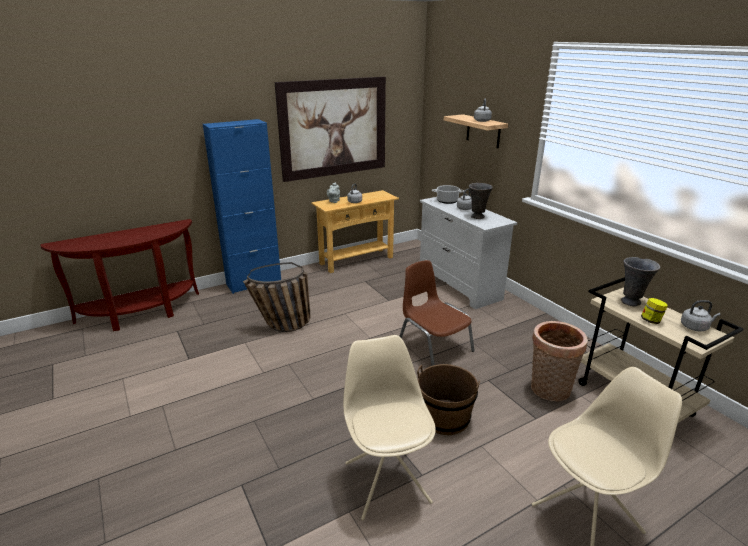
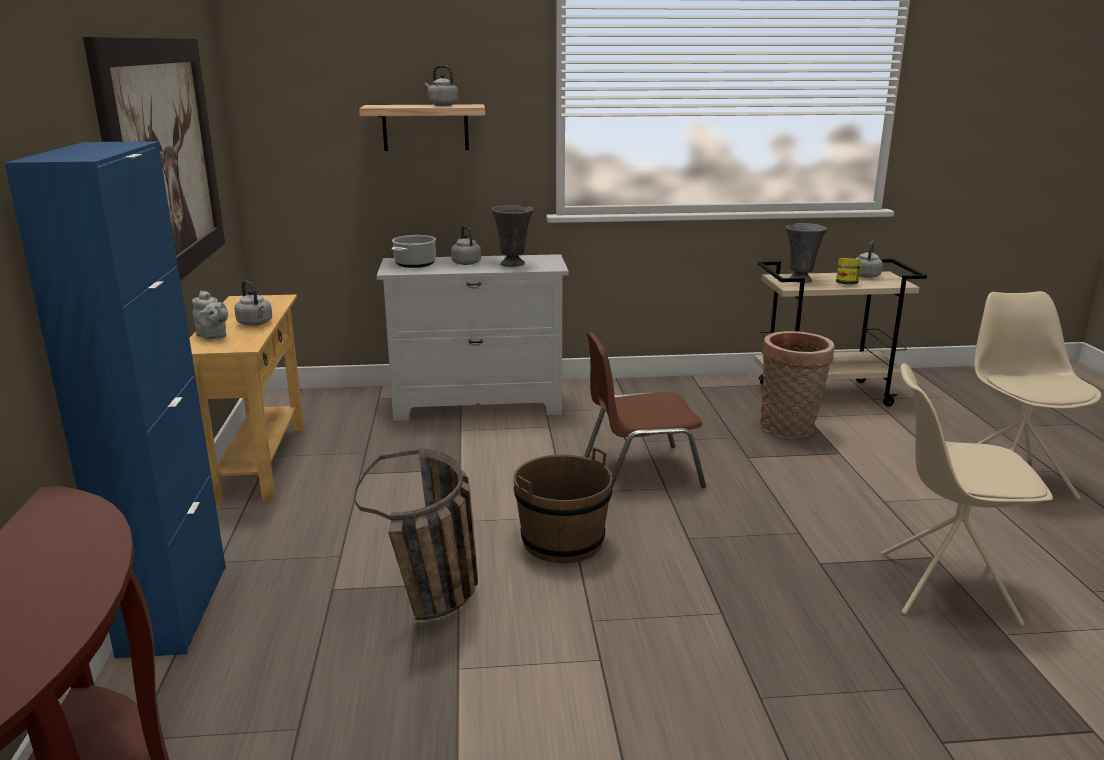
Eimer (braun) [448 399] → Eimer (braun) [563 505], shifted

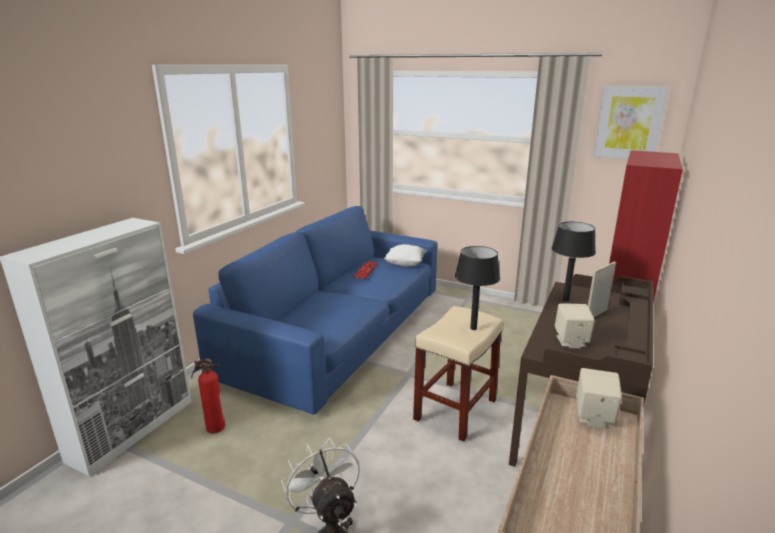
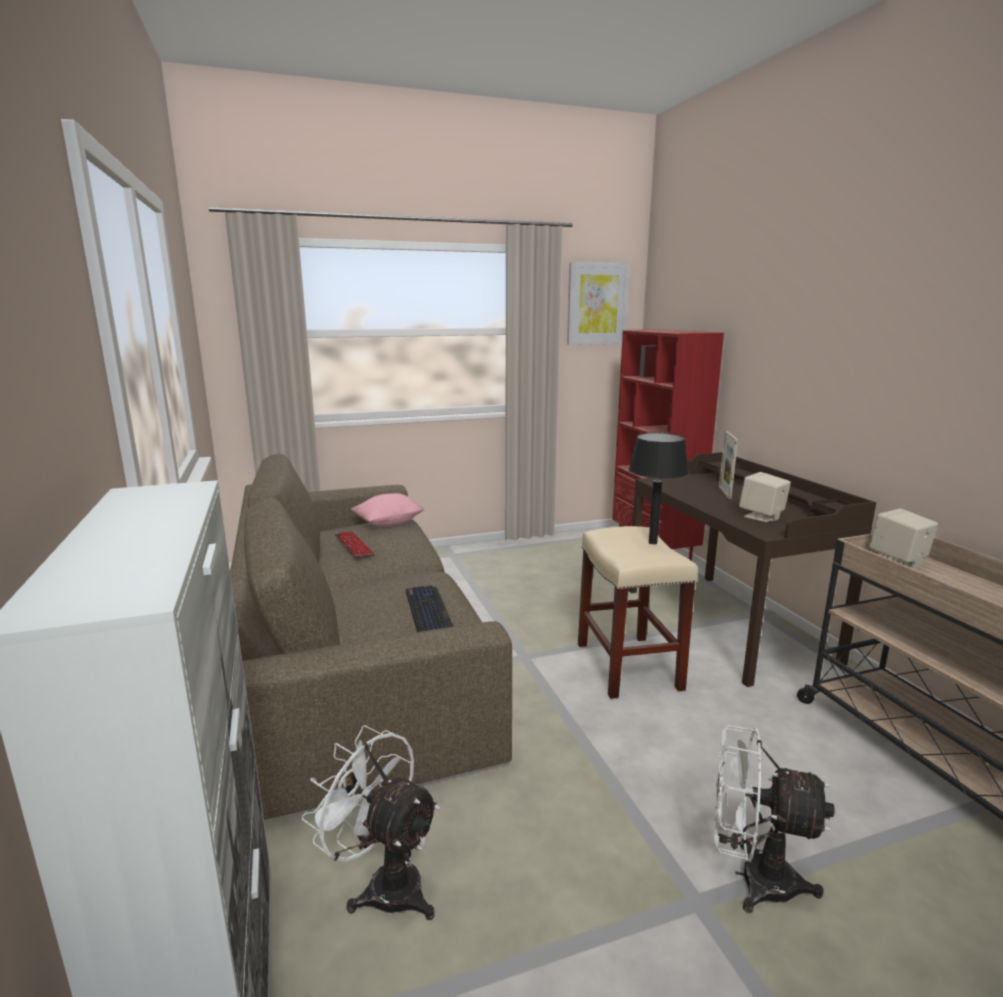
Sofa (blau) [315 310] → Sofa (braun) [371 637]
Feuerlöscher [208 395] → Ventilator (weiß) [371 822]
Kissen (weiß) [406 255] → Kissen (rosa) [387 510]
- → Tastatur [430 608]
Tischlampe (schwarz) [573 262] → -

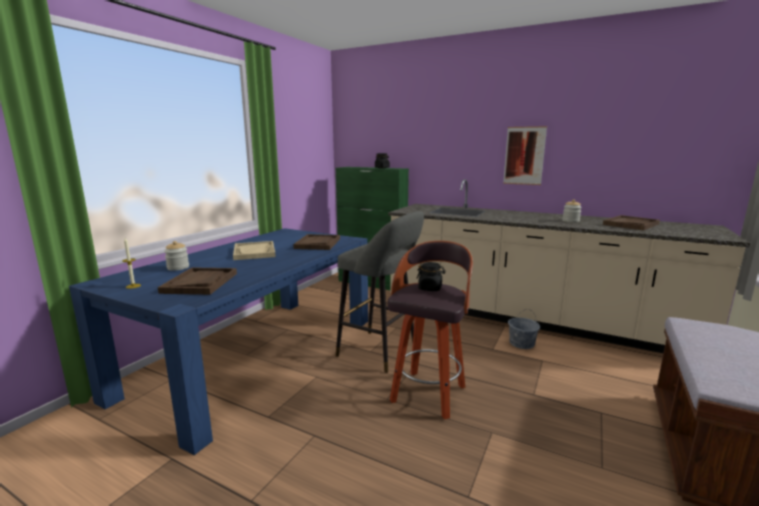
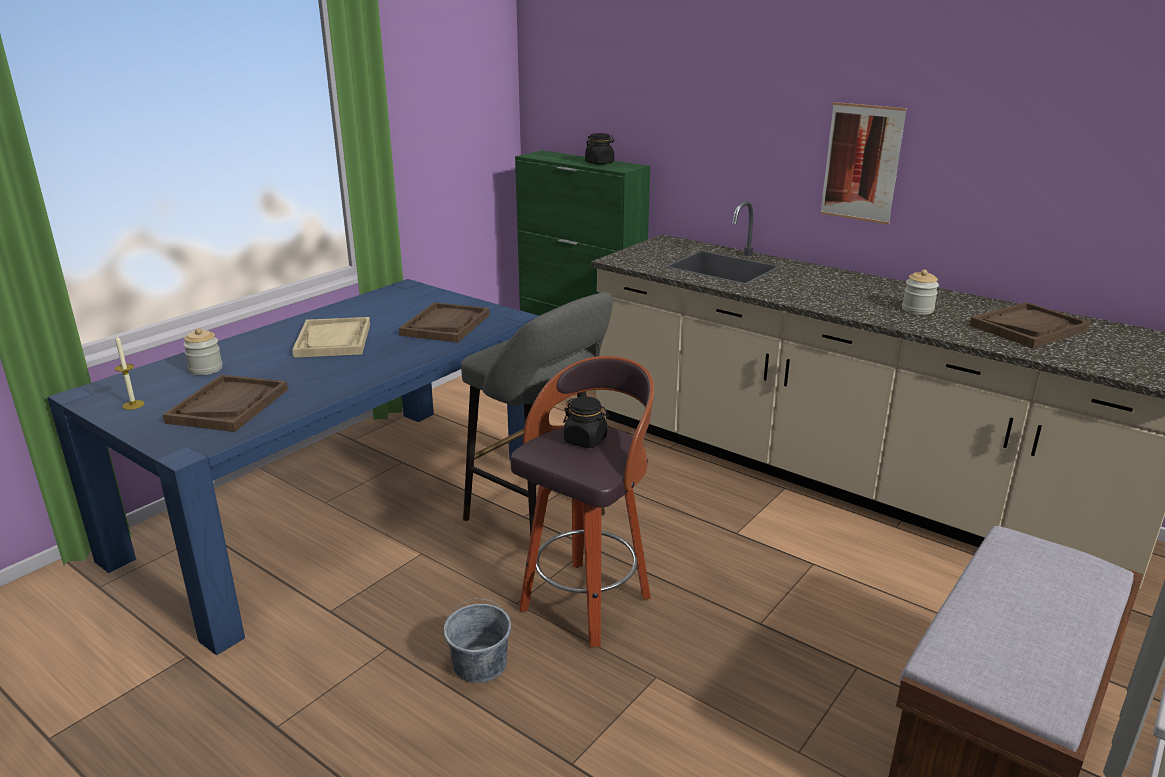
Eimer (grau) [524 329] → Eimer (grau) [477 640], shifted

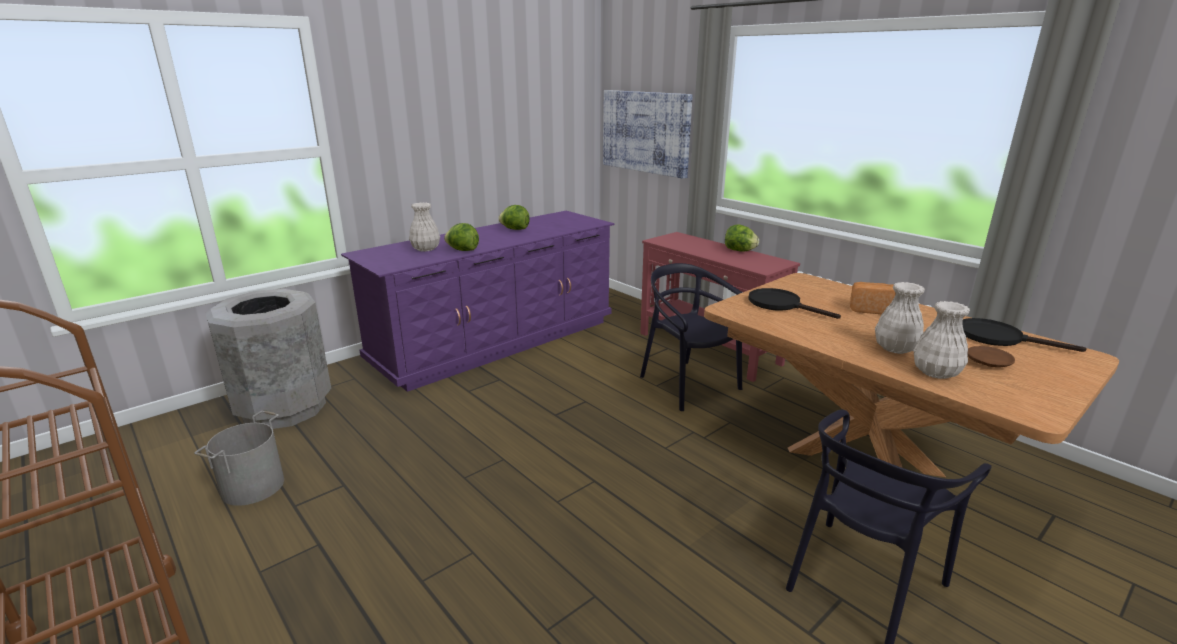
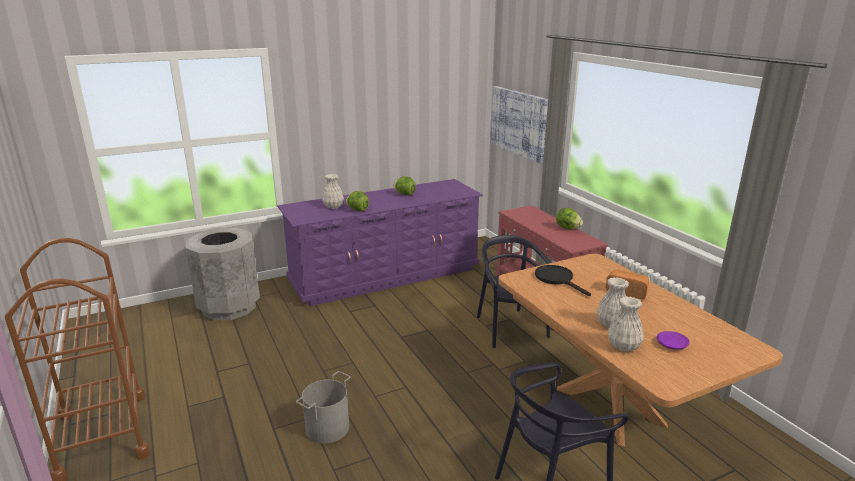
Eimer (grau) [239 458] → Eimer (grau) [323 407], shifted
Teller (braun) [991 357] → Teller (lila) [673 340]
Pfanne (schwarz) [1025 335] → -

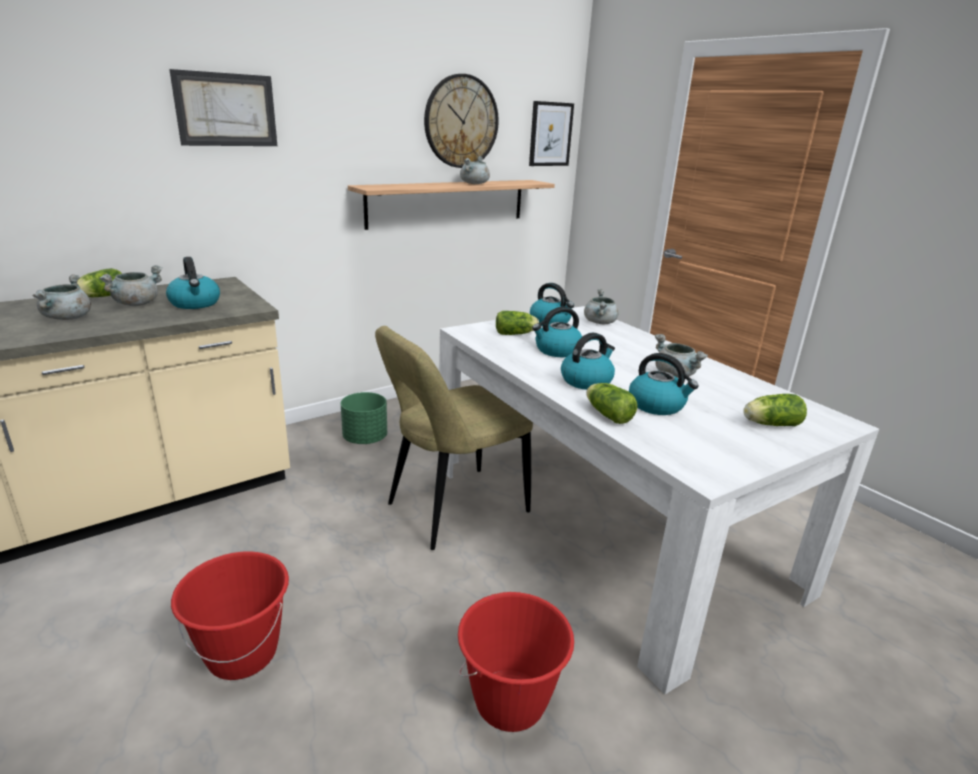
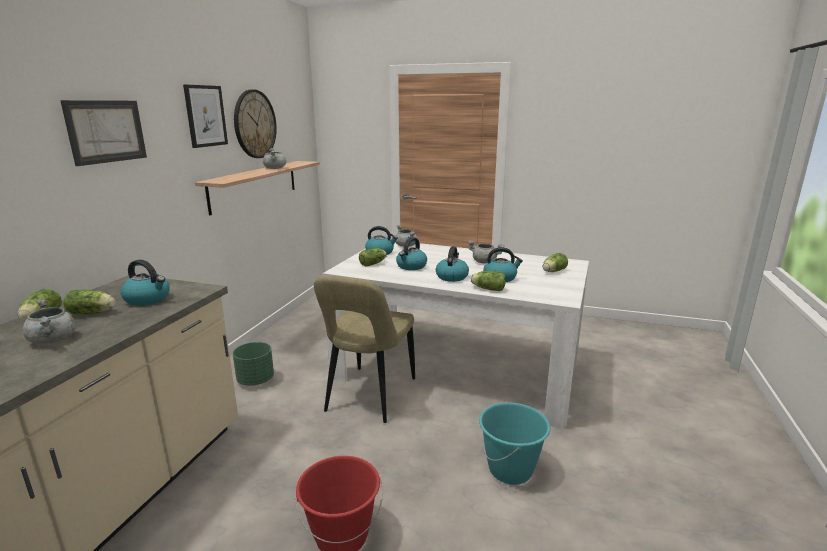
Kochtopf (grau) [131 285] → Salatkopf [89 302]
Bild [551 133] → Bild [205 116], shifted
Eimer (rot) [516 662] → Eimer (türkis) [514 443]

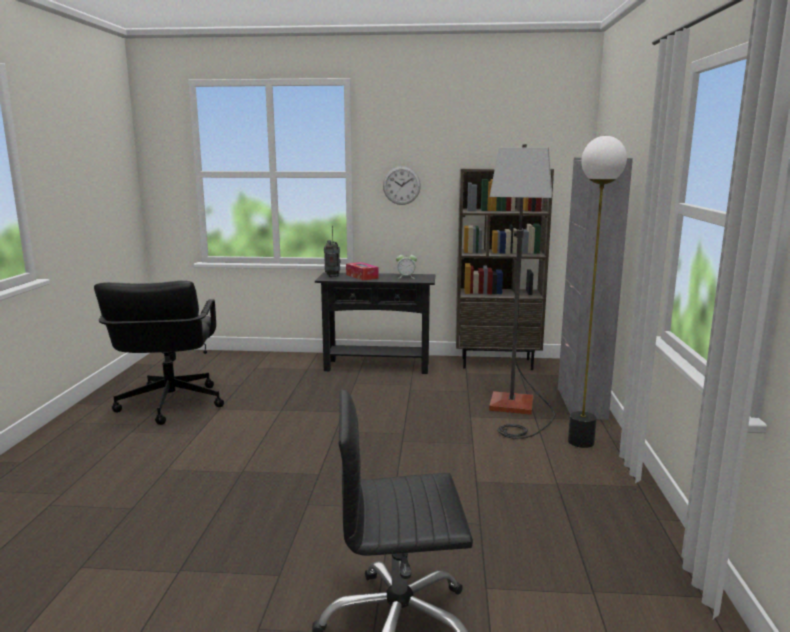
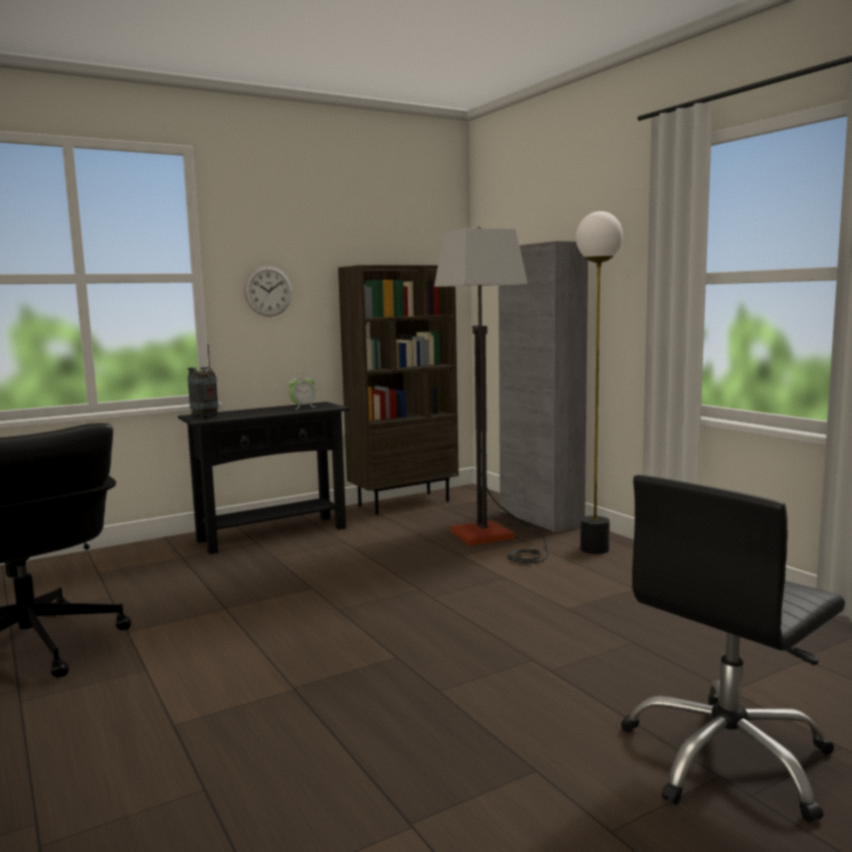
Taschentuchbox [362 271] → -

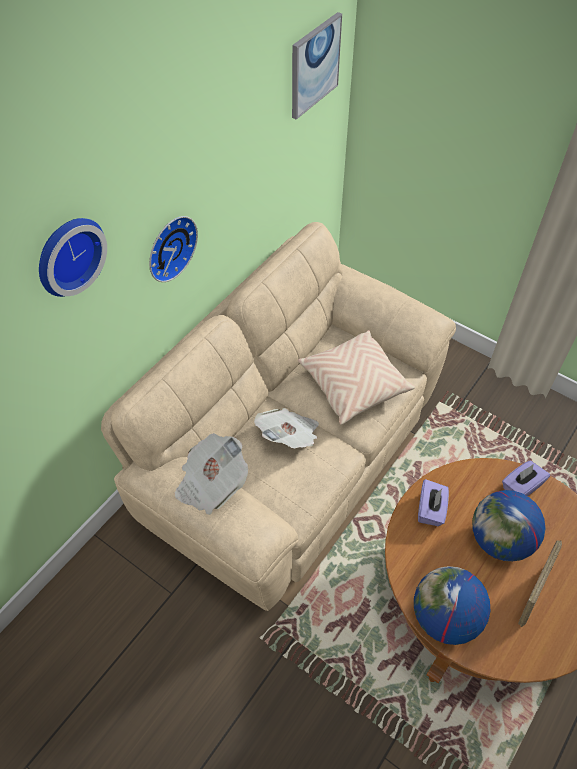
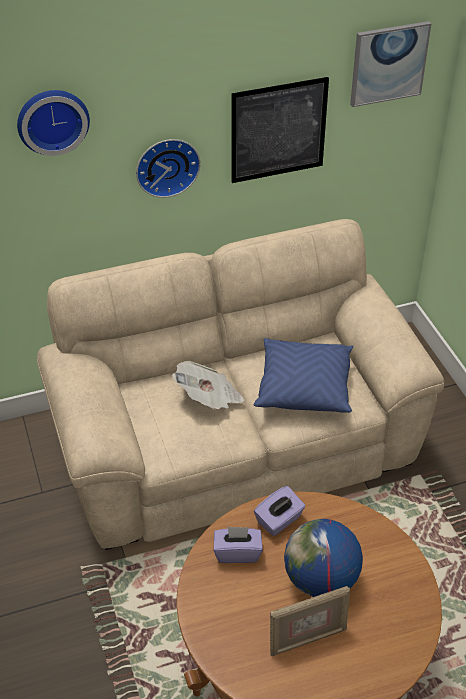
Taschentuchbox (lila) [526 478] → Taschentuchbox (lila) [238 545], shifted
- → Bild [280 130]
Kissen (beige) [356 377] → Kissen (blau) [303 375]
Zeitung [211 474] → -
Globus [452 605] → -

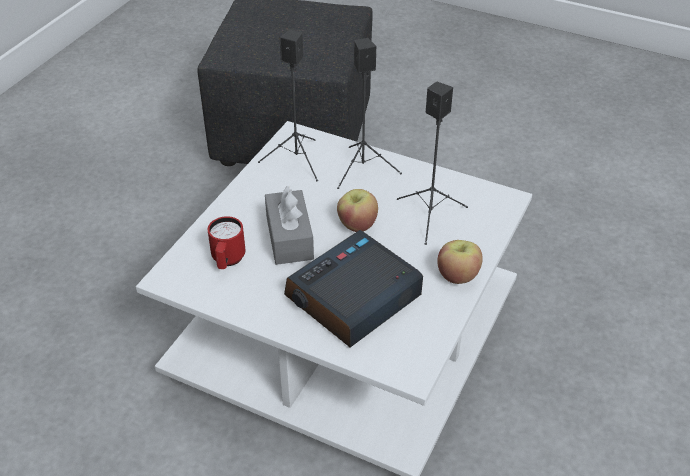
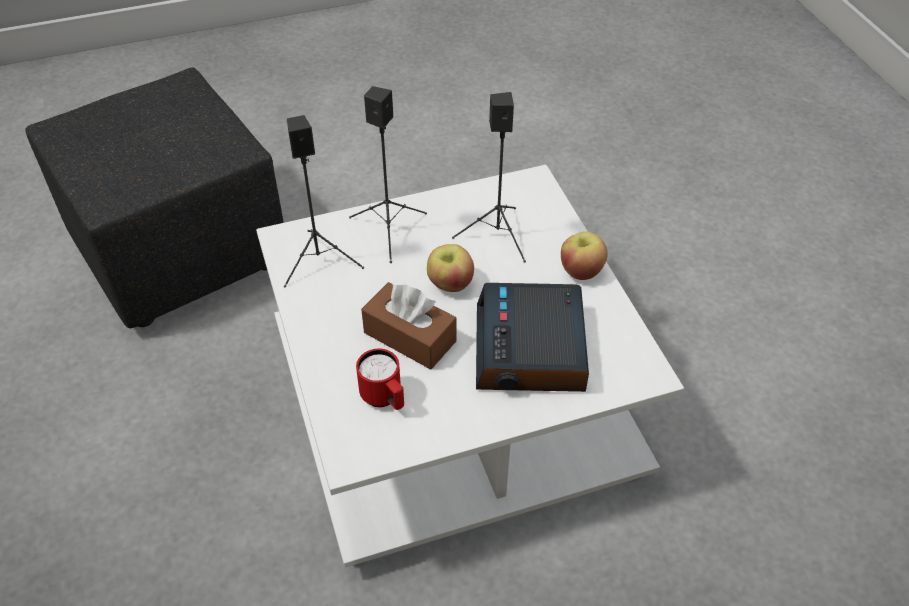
Taschentuchbox (grau) [289 225] → Taschentuchbox (braun) [409 325]

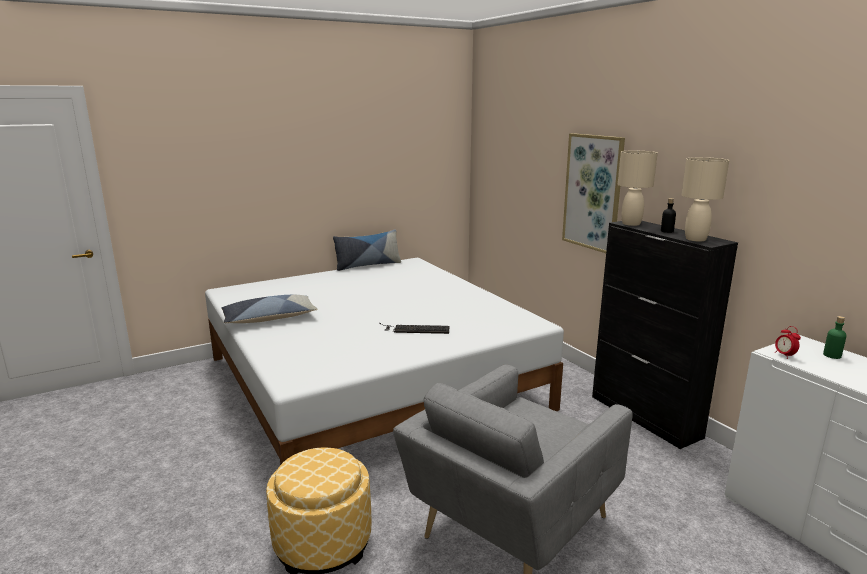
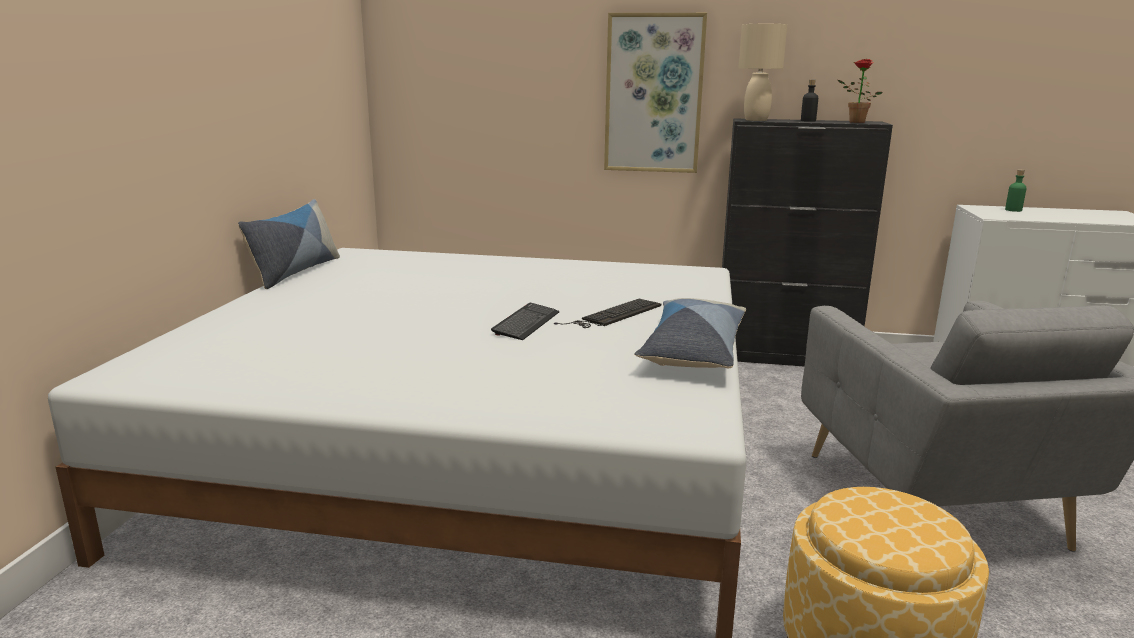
- → Tastatur [525 321]
Kissen [269 309] → Kissen [690 333], shifted
Tischlampe (beige) [705 199] → Topfpflanze [860 91]
Wecker [787 342] → -

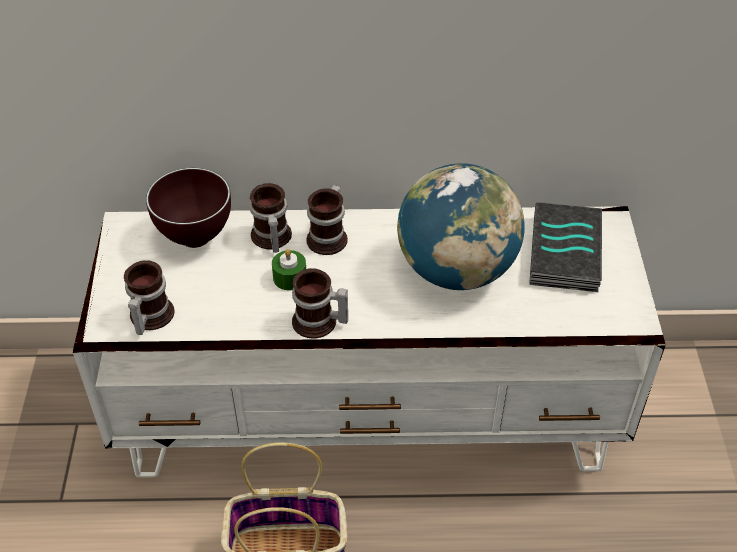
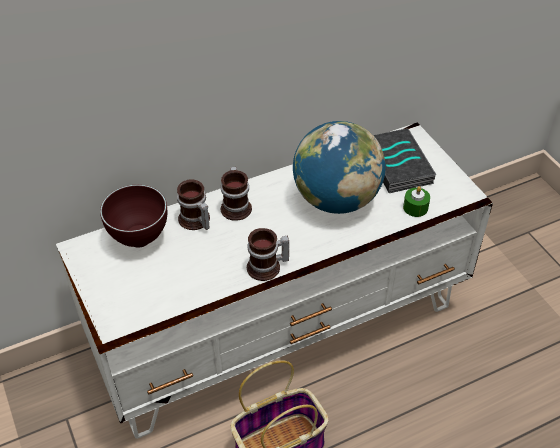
Kerze (grün) [289 269] → Kerze (grün) [416 201], shifted
Henkelbecher [149 297] → -

